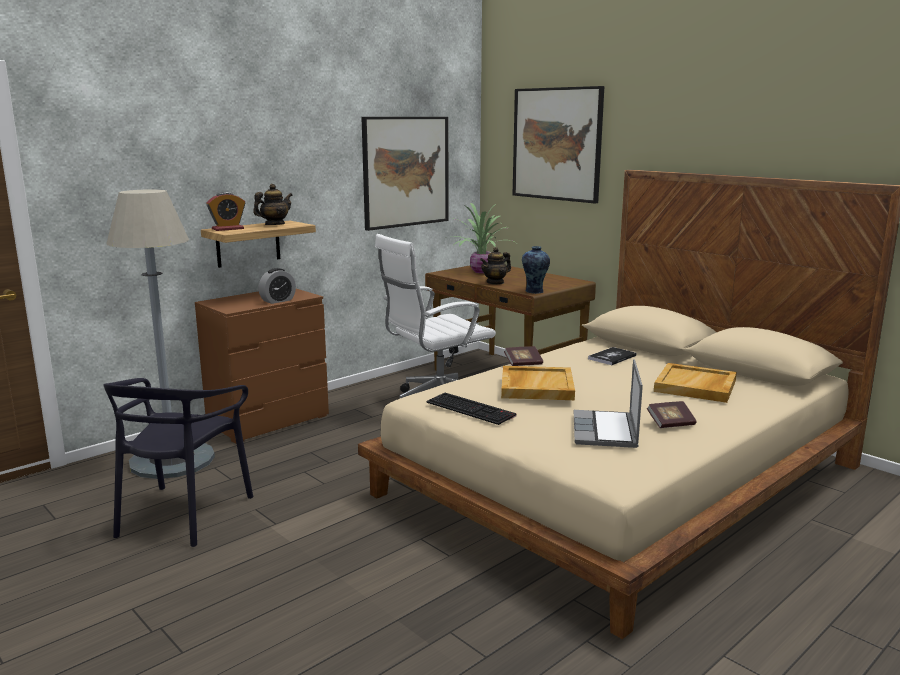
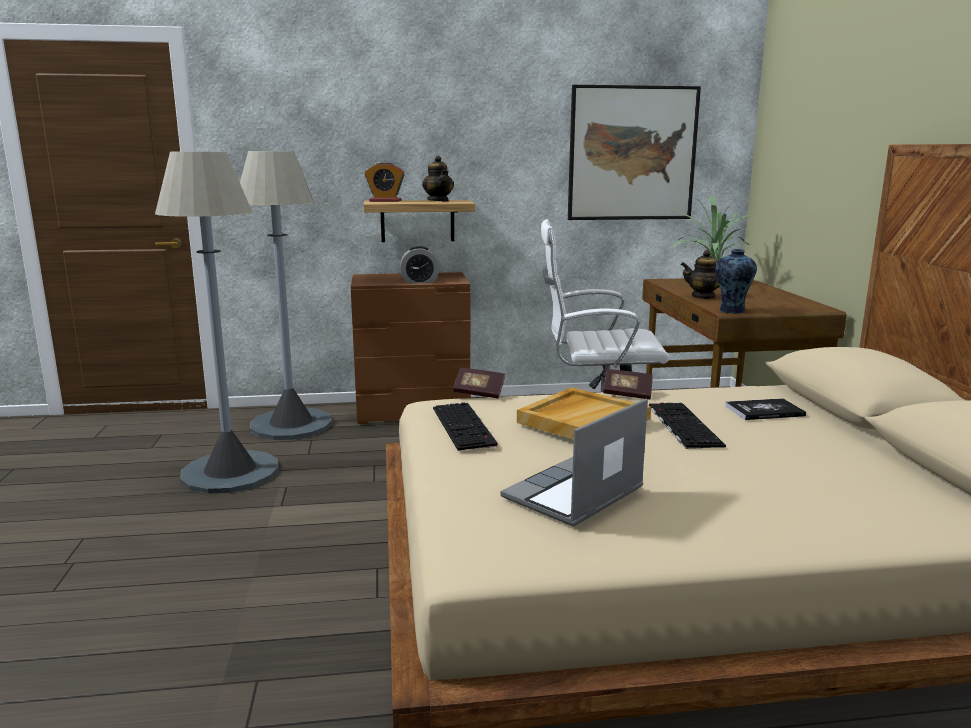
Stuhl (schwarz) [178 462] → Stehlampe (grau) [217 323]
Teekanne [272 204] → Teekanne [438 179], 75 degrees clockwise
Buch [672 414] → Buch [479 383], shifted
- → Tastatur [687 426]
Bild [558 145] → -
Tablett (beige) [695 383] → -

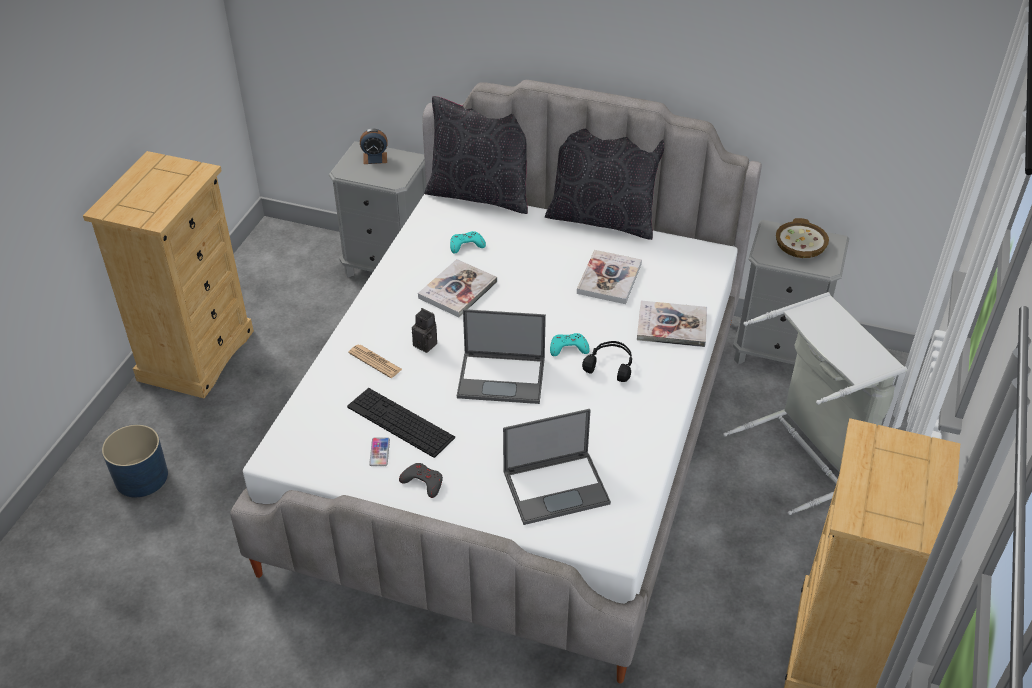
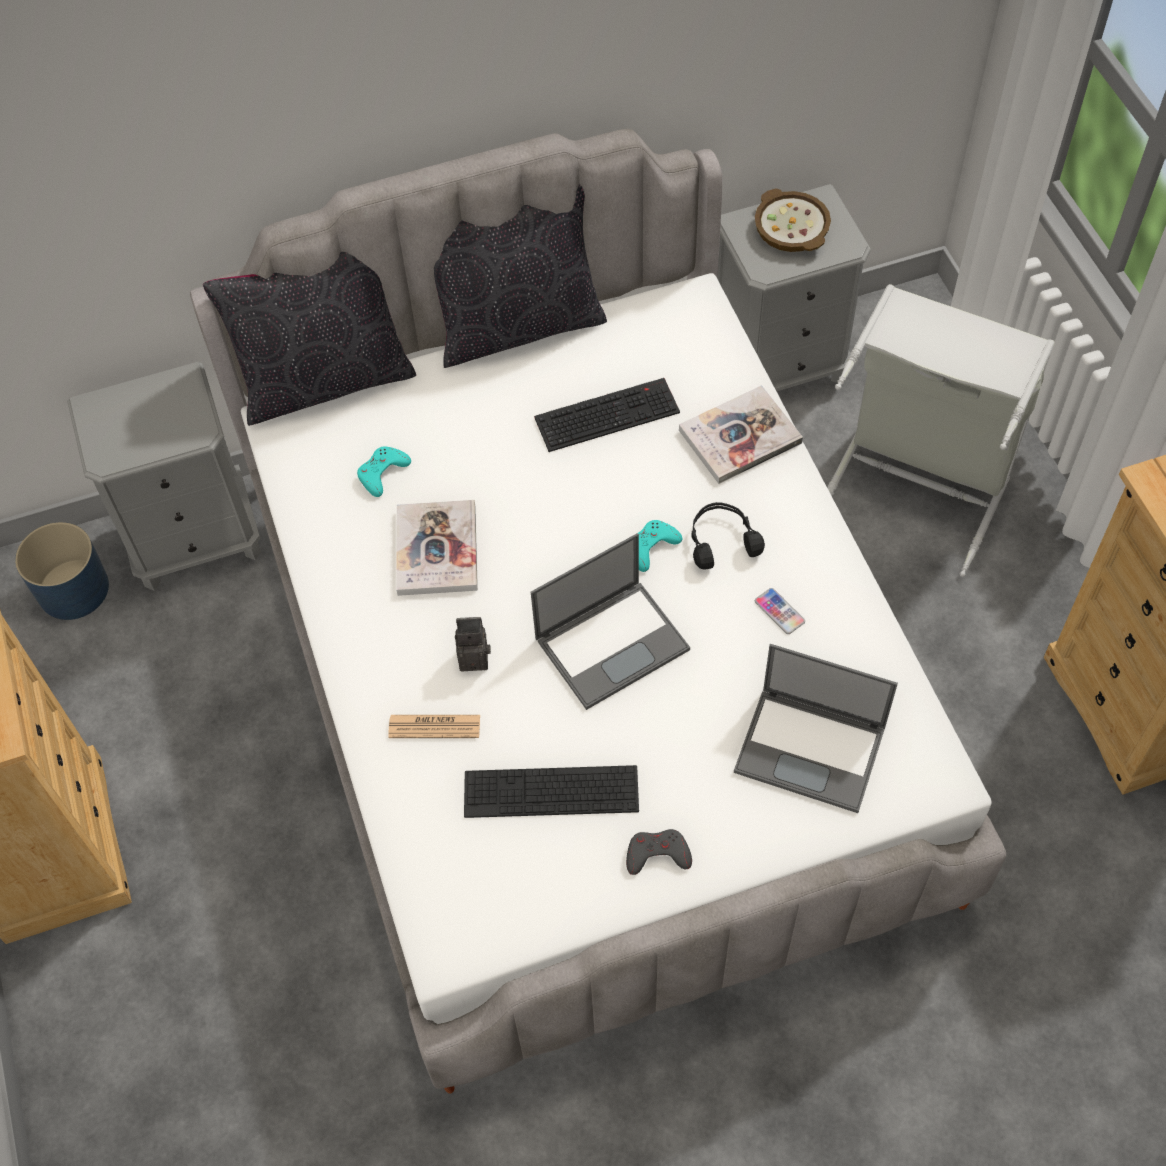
Pflanzkübel (blau) [135 461] → Pflanzkübel (blau) [62 571], shifted
Buch [609 277] → Tastatur [607 415]
Laptop [557 467] → Laptop [816 728], 75 degrees clockwise
Handy [379 451] → Handy [780 611], shifted
Wecker [374 146] → -

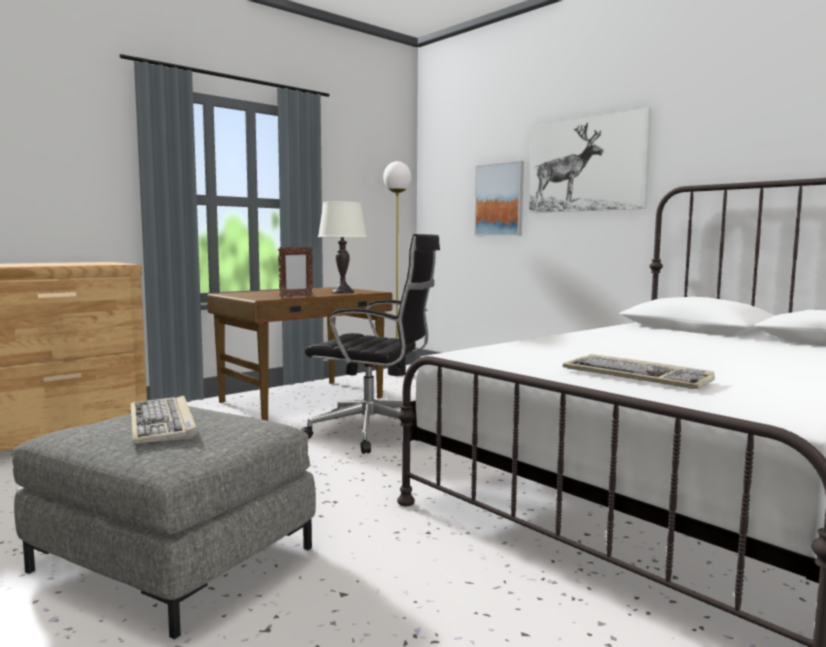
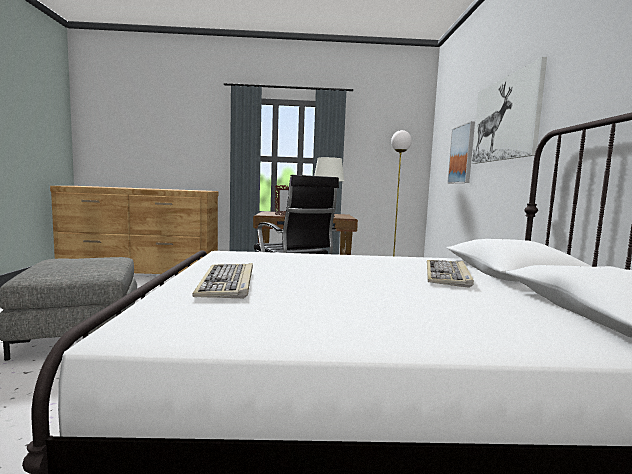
Tastatur [163 420] → Tastatur [450 274], shifted

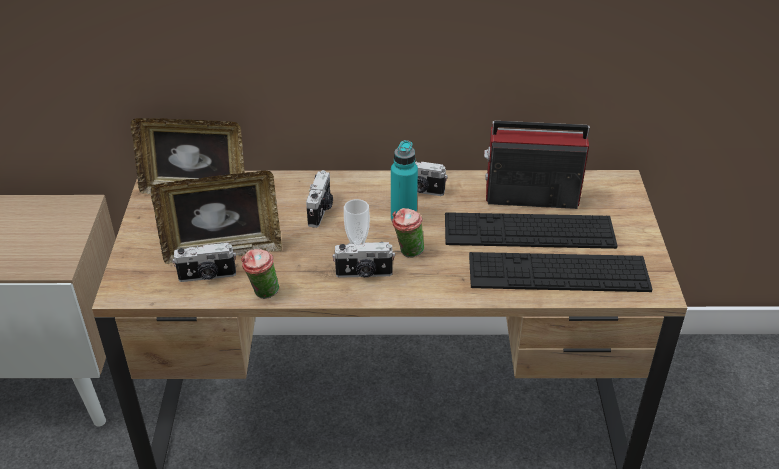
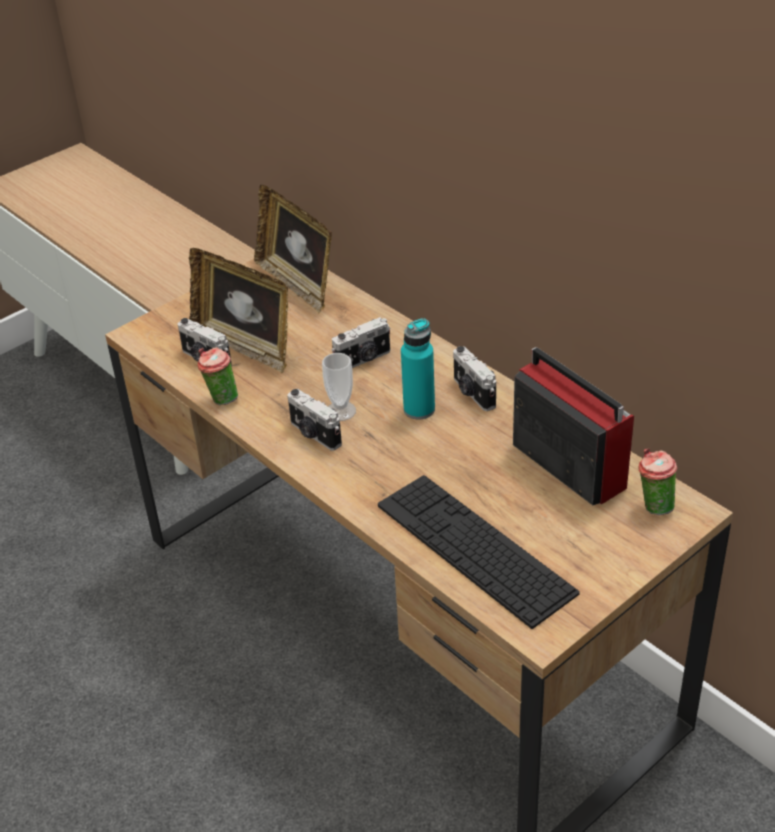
Tasse [408 232] → Tasse [658 481], shifted
Tastatur [531 230] → -

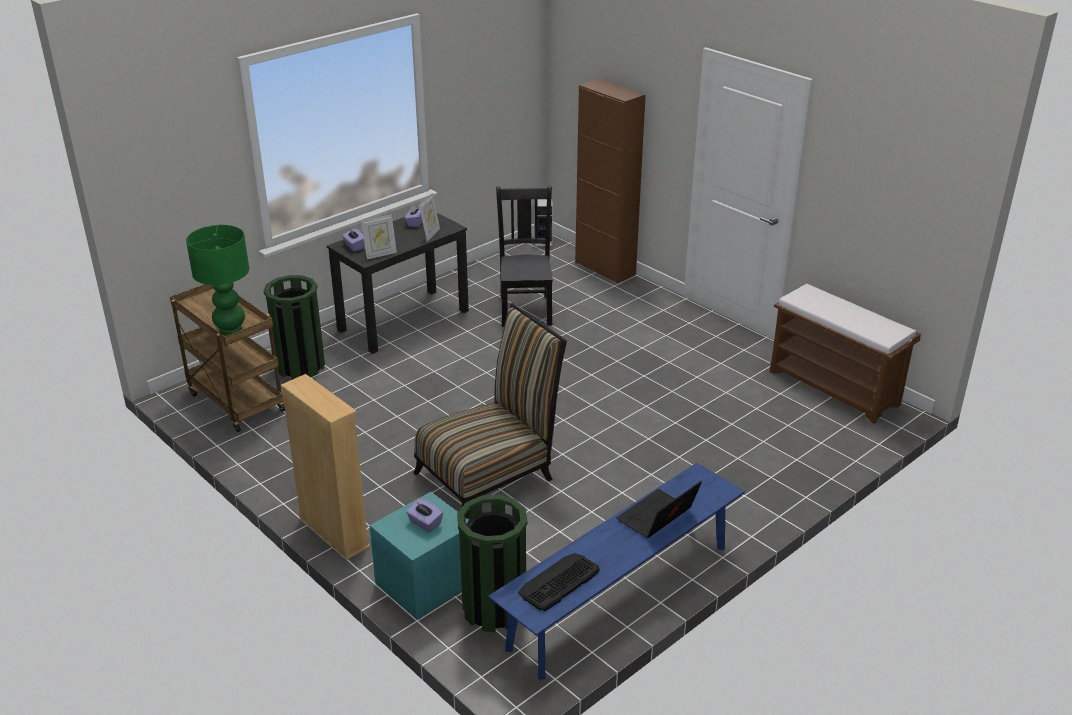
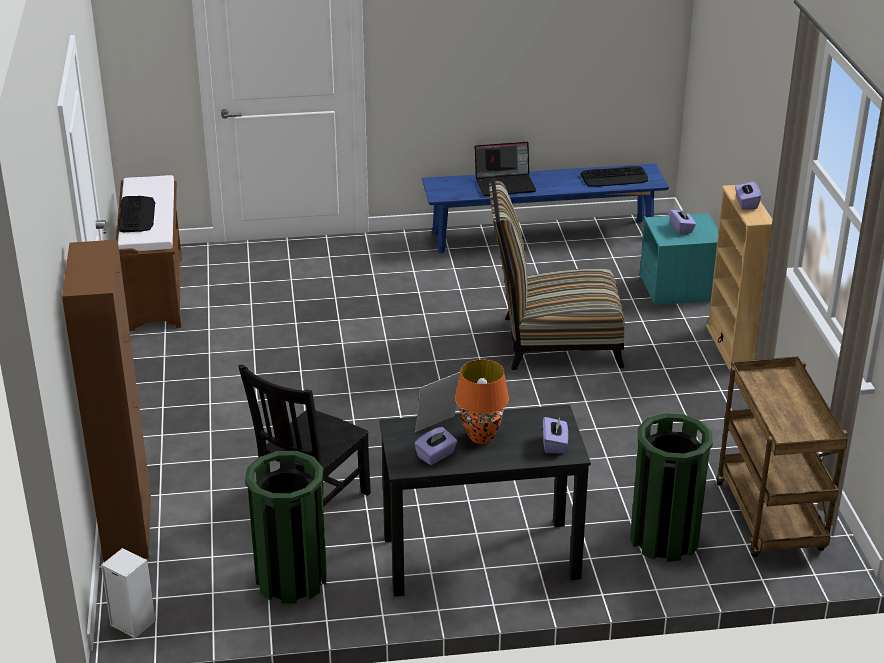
- → Tastatur [137 214]
Mülleimer (grün) [492 563] → Mülleimer (grün) [286 527], shifted
- → Tischlampe (orange) [482 401]
- → Taschentuchbox (lila) [748 195]
Tischlampe (grün) [217 280] → -
Bilderrahmen [379 237] → -

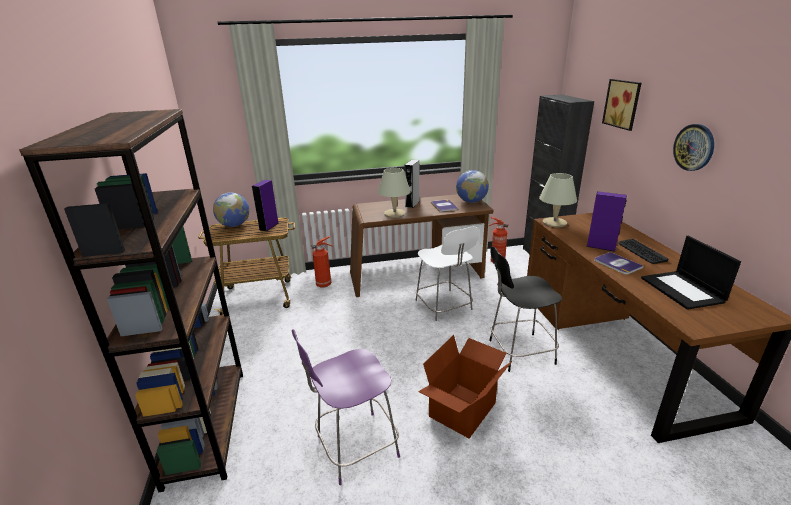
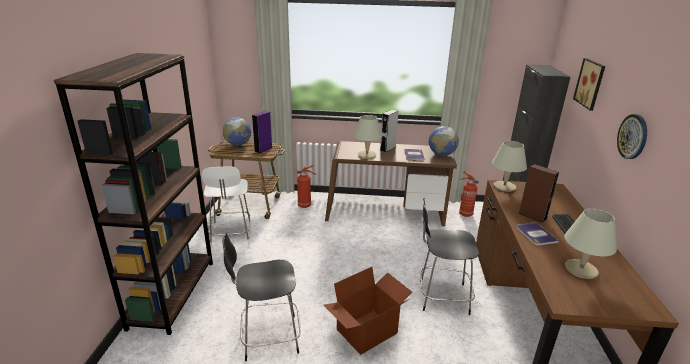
Stuhl (weiß) [447 277] → Stuhl (weiß) [226 206], shifted
Stuhl (lila) [346 407] → Stuhl (schwarz) [261 296]
Lautsprecher (lila) [606 221] → Lautsprecher (braun) [538 193]
Laptop [691 273] → Tischlampe (beige) [590 244]

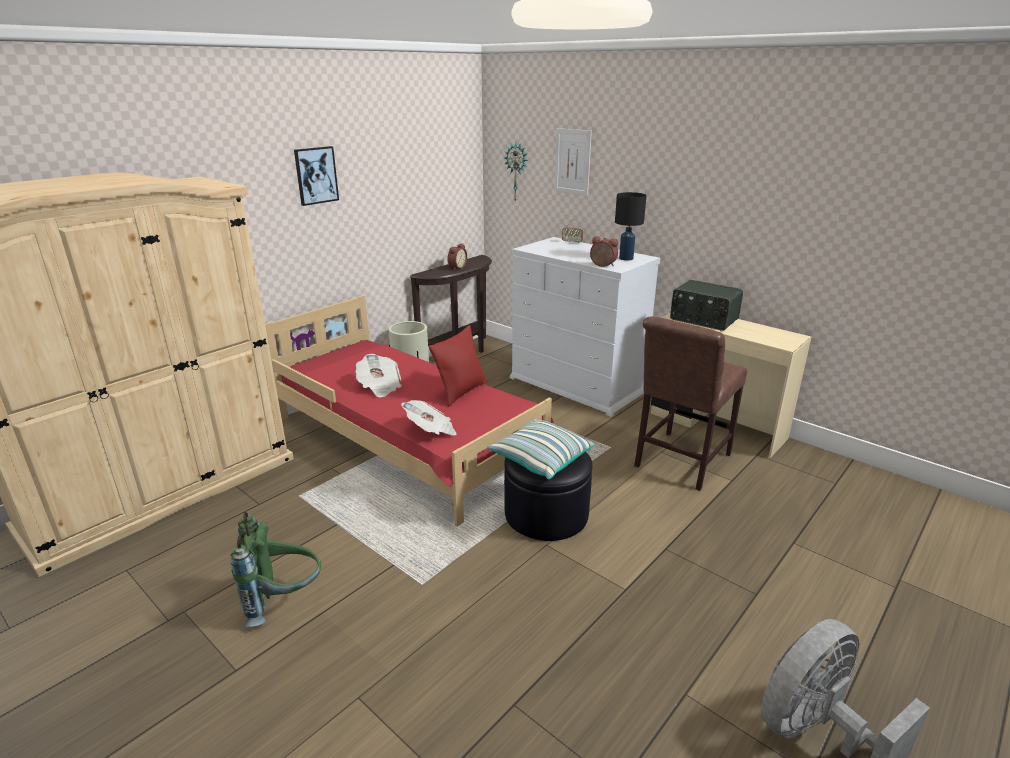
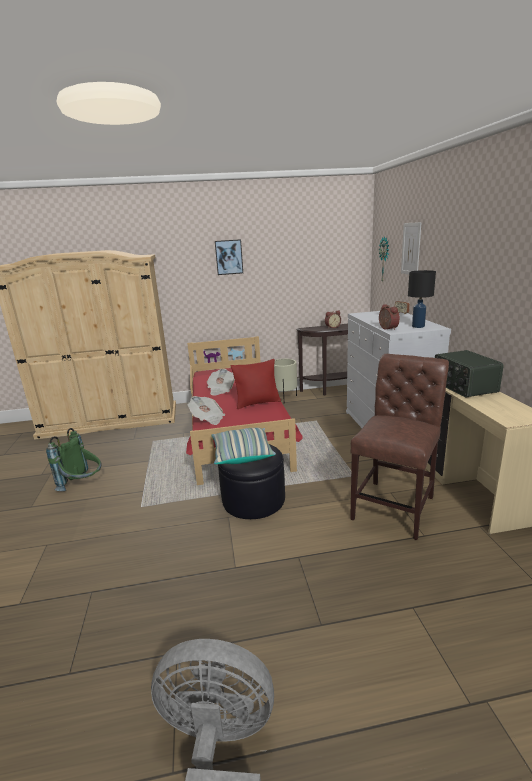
Stuhl (braun) [690 404] → Stuhl (braun) [399 447], 135 degrees clockwise

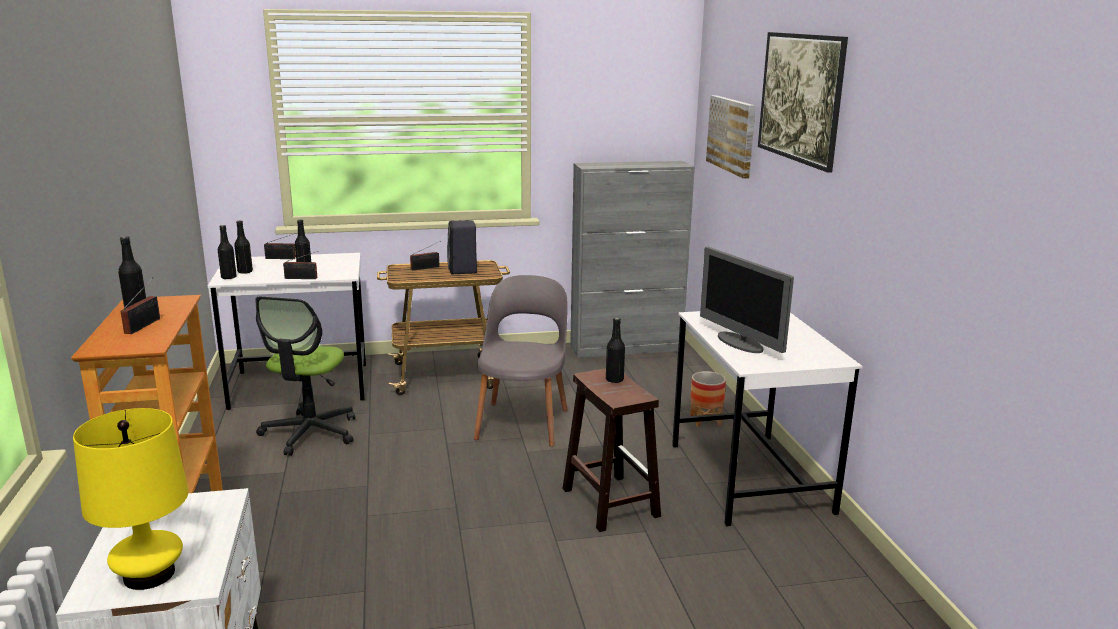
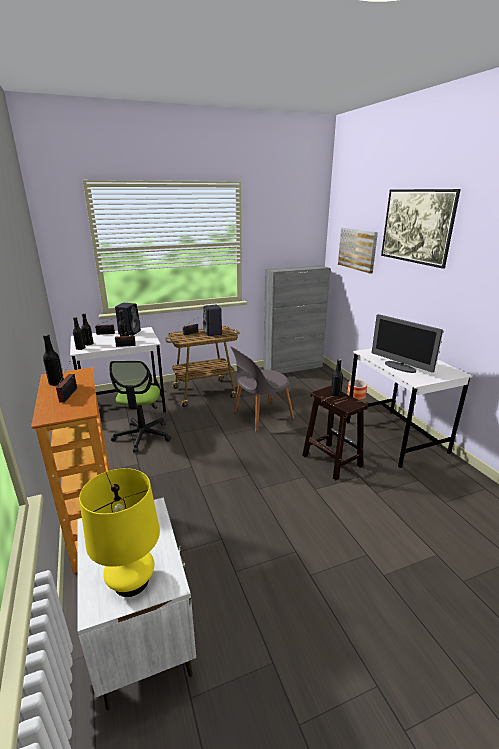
- → Lautsprecher (schwarz) [128 319]
Stuhl (grau) [521 361] → Stuhl (grau) [262 389], 120 degrees counterclockwise

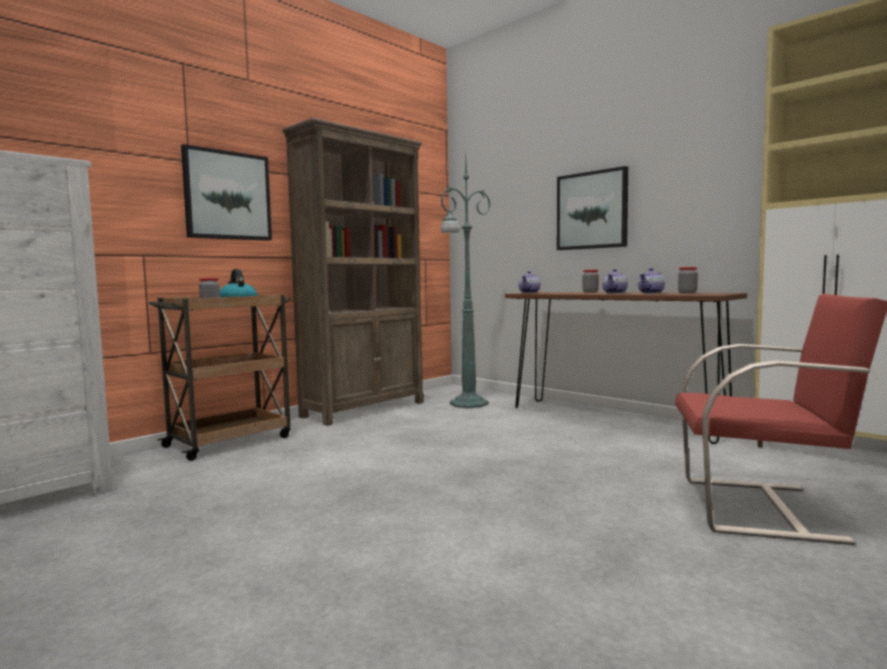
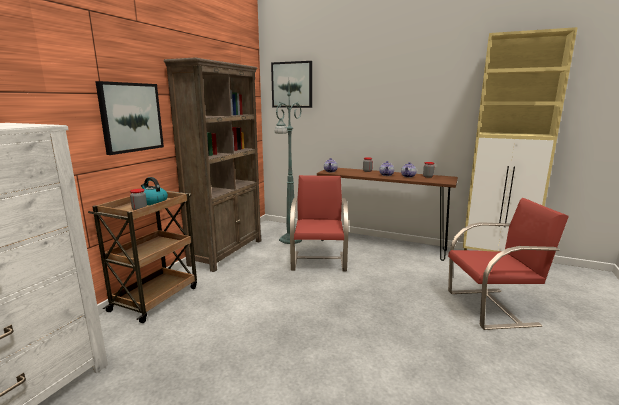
Bild [592 208] → Bild [291 84], shifted
- → Stuhl (rot) [319 223]

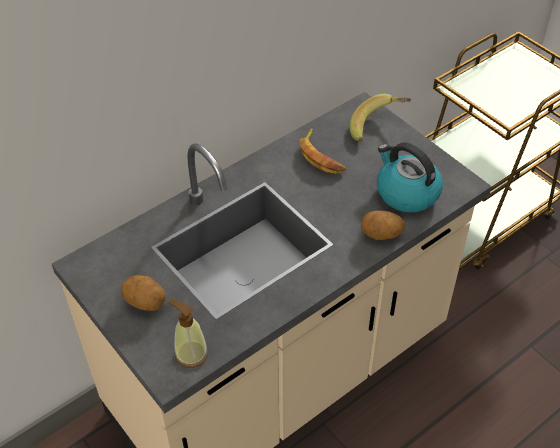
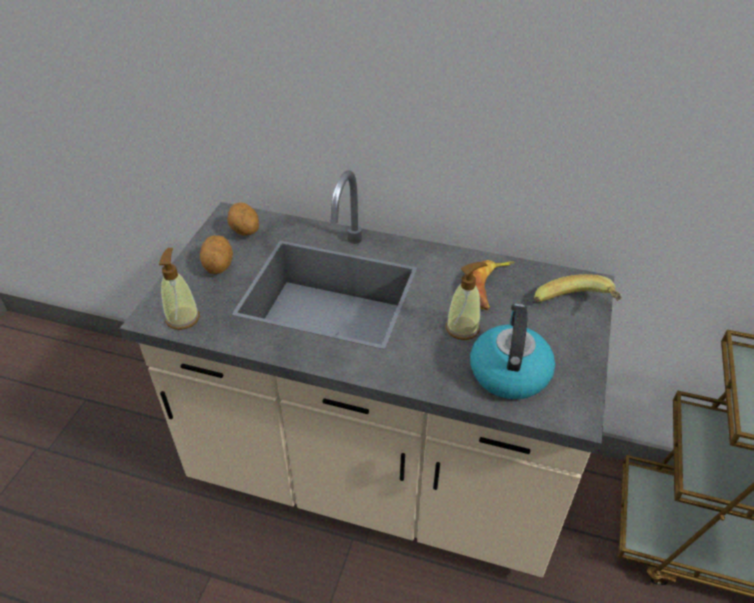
Kartoffel [383 225] → Kartoffel [243 219], shifted
- → Seifenspender [466 301]

